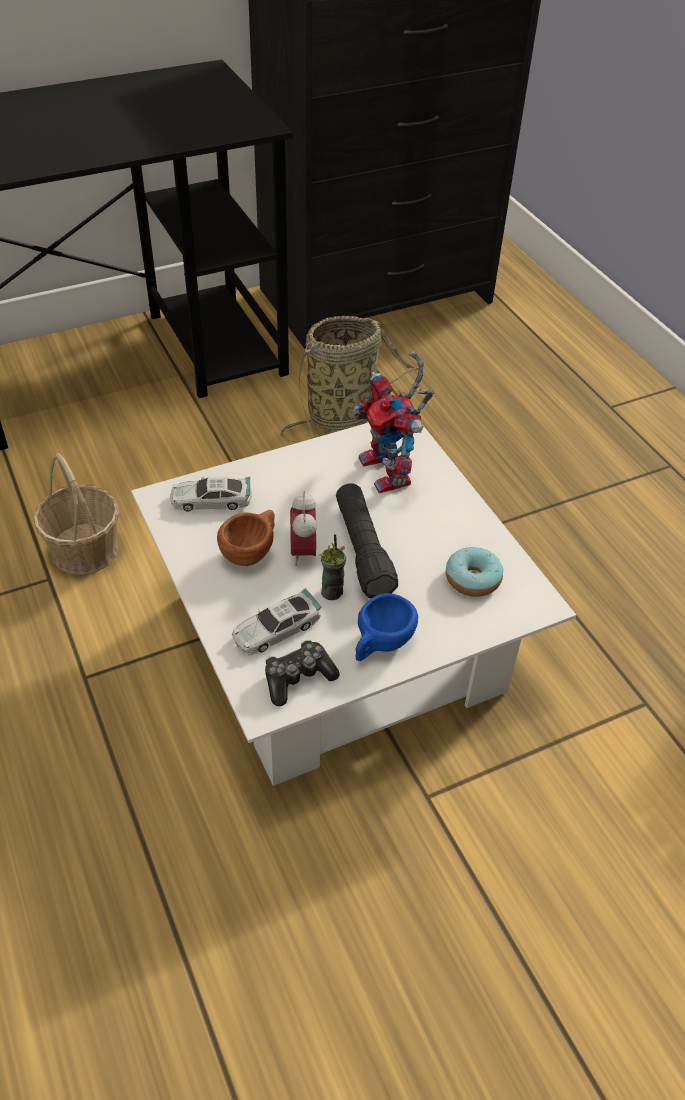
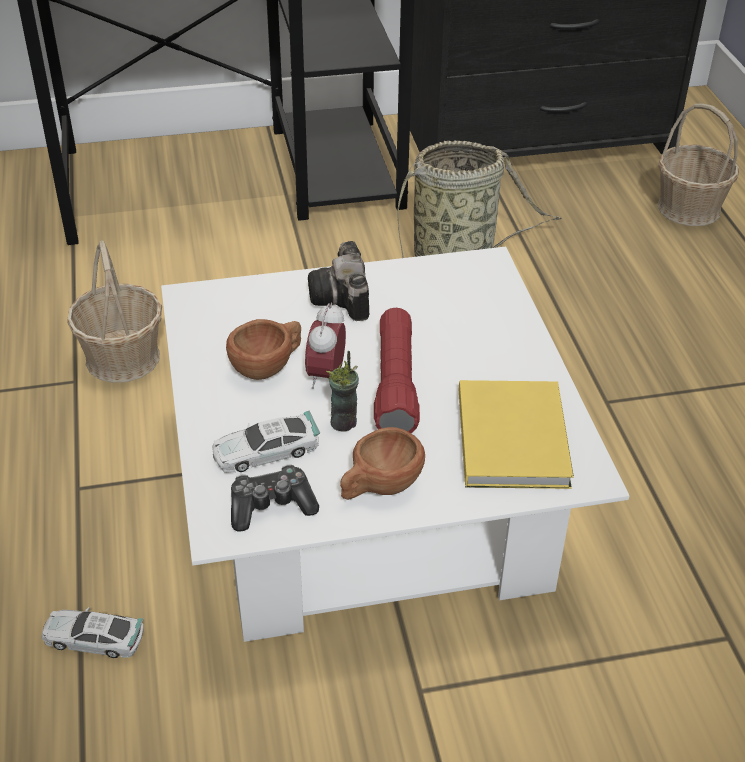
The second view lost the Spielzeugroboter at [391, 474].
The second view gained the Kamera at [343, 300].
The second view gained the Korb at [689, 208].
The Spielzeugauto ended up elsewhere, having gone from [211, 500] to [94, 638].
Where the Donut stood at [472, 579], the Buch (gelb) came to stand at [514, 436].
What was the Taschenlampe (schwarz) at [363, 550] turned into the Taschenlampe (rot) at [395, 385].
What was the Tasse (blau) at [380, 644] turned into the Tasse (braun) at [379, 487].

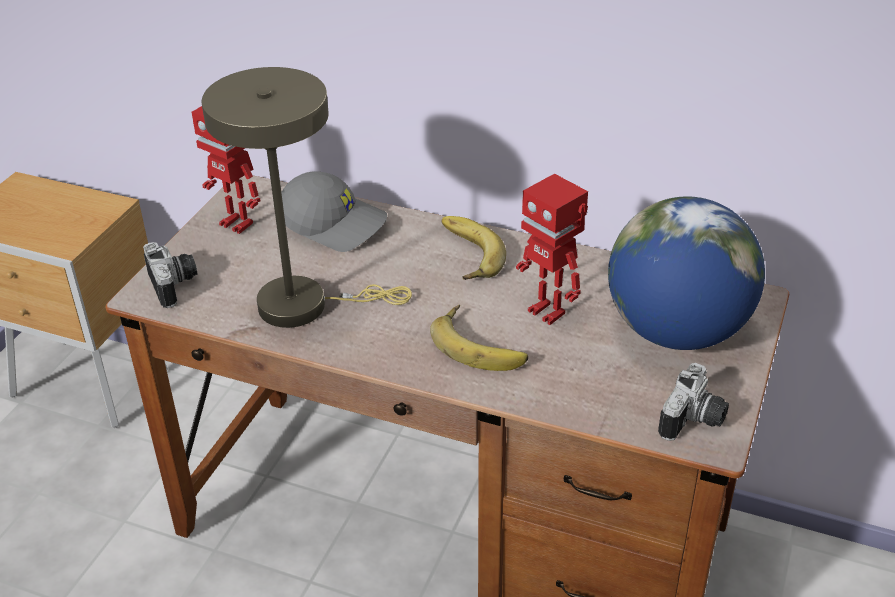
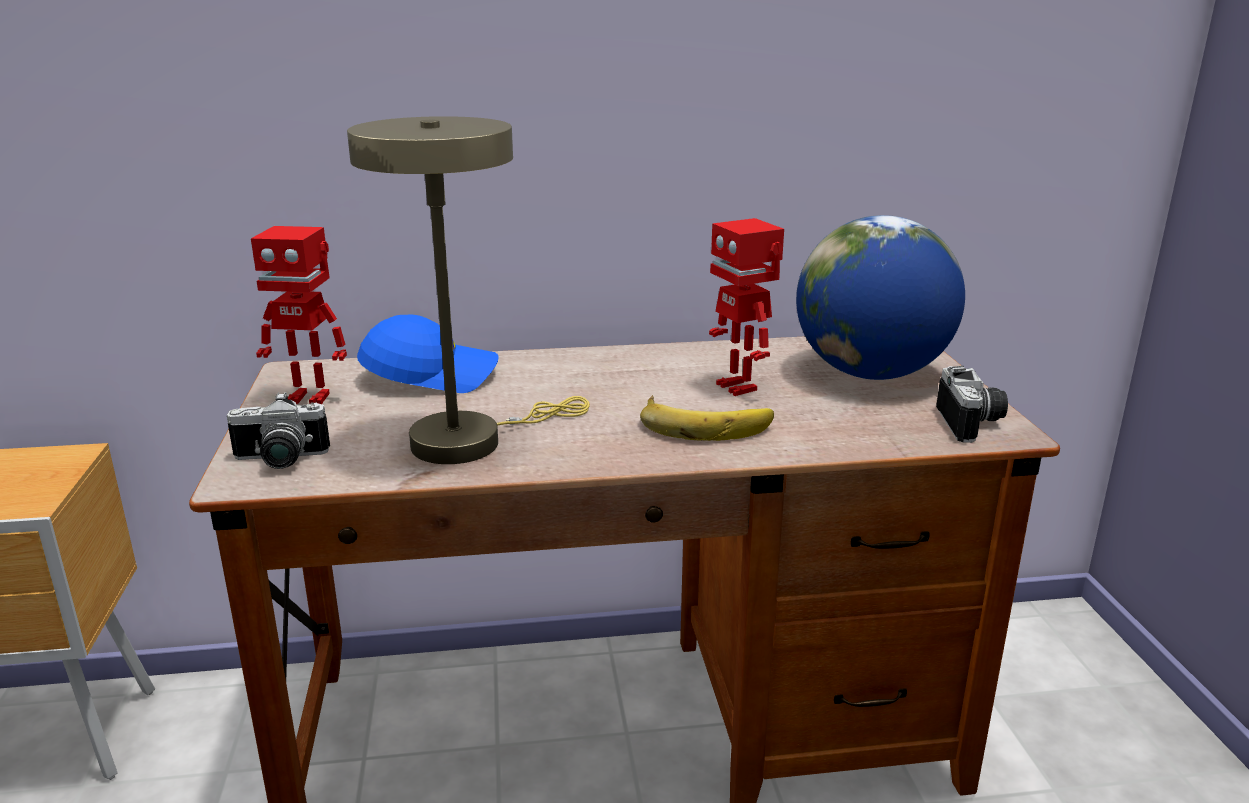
The second view lost the Banane at [465, 254].
What was the Kappe (grau) at [334, 223] turned into the Kappe (blau) at [431, 375].
The Kamera at [176, 285] ended up facing another way, 135 degrees clockwise from before.
The Spielzeugroboter at [548, 312] ended up facing another way, 45 degrees clockwise from before.

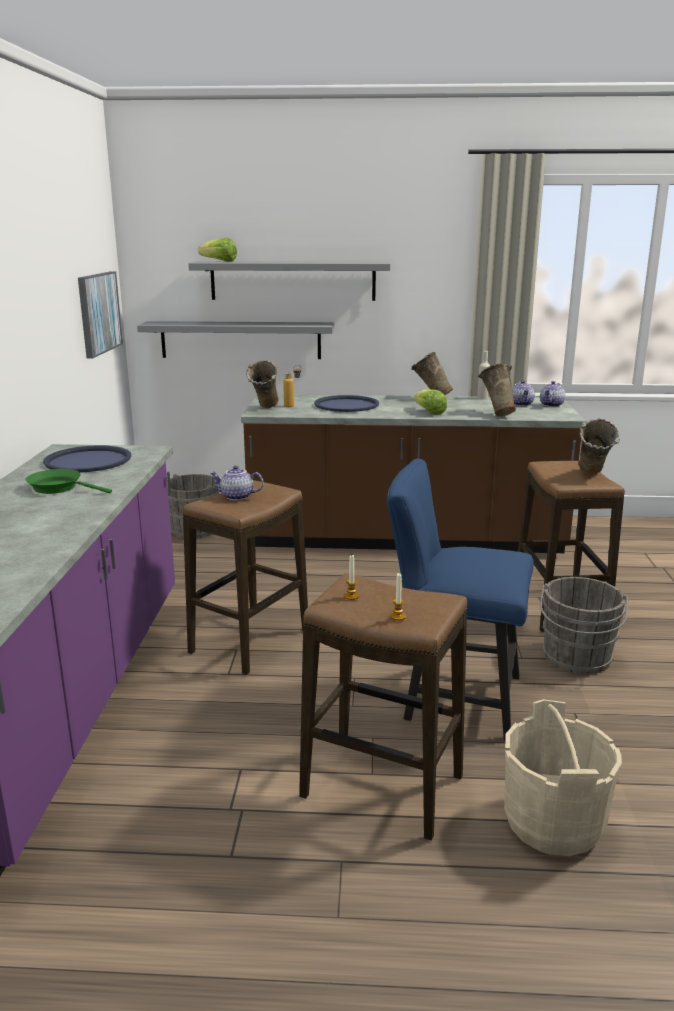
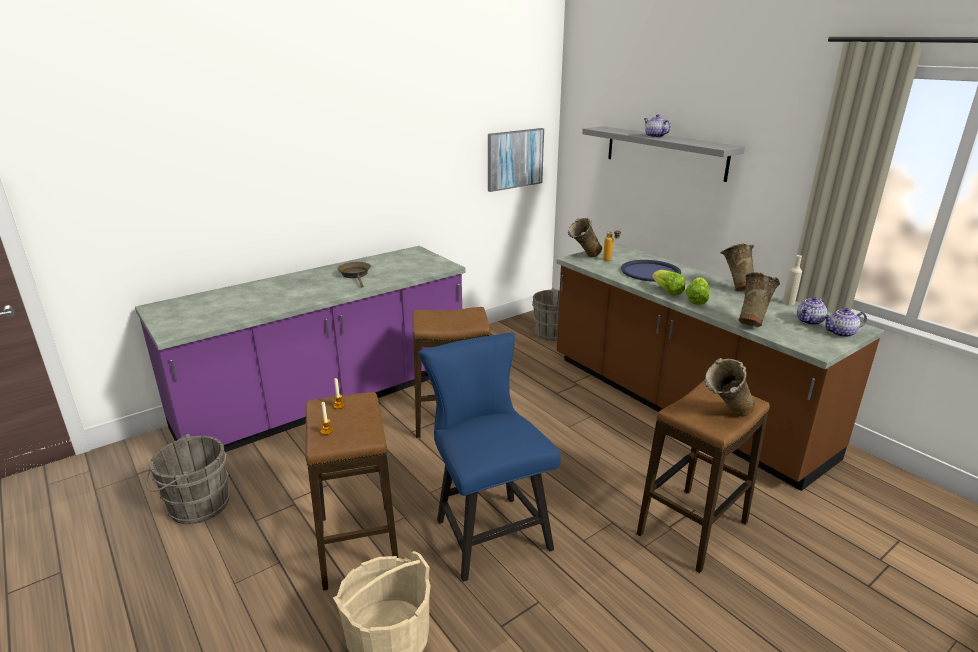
The second view lost the Tablett (blau) at [88, 460].
The second view lost the Wandregal (grau) at [240, 340].
The Salatkopf ended up elsewhere, having gone from [219, 261] to [667, 291].
The Teekanne ended up elsewhere, having gone from [236, 497] to [654, 136].
The Eimer (grau) ended up elsewhere, having gone from [576, 659] to [195, 506].
What was the Pfanne (grün) at [59, 488] turned into the Pfanne (braun) at [355, 275].

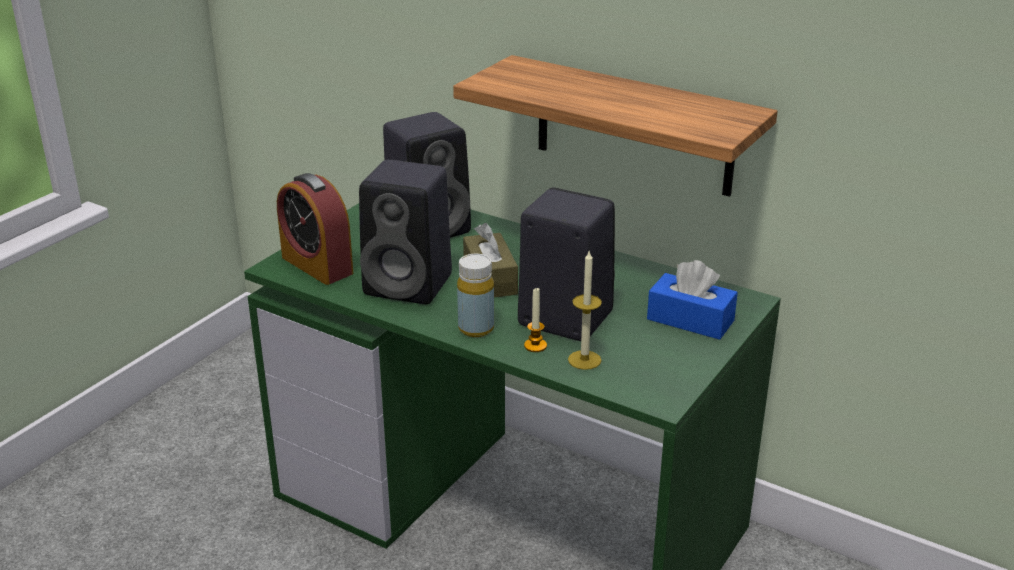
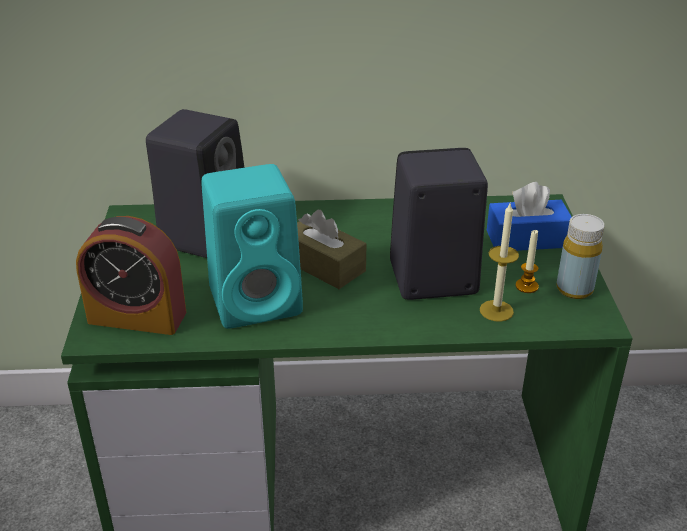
The second view lost the Wandregal at [634, 126].
The Flasche (gelb) ended up elsewhere, having gone from [476, 328] to [574, 289].
The Kerze ended up elsewhere, having gone from [535, 346] to [526, 286].
What was the Lautsprecher (schwarz) at [411, 285] turned into the Lautsprecher (türkis) at [258, 300].

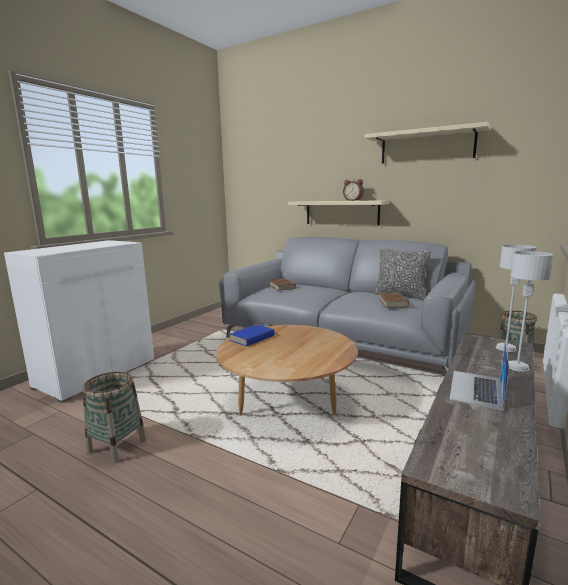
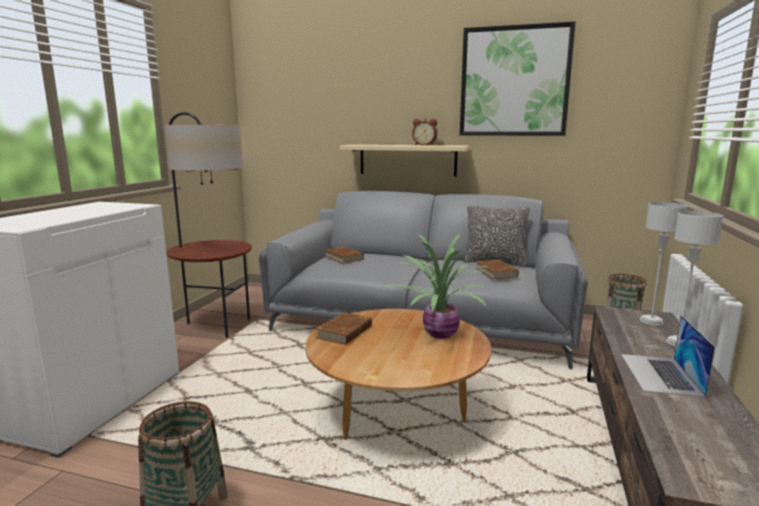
The second view gained the Stehlampe at [216, 326].
The second view gained the Topfpflanze at [438, 333].
Where the Wandregal (beige) hung at [426, 146], the Bild came to hang at [514, 82].
What was the Buch (blau) at [252, 338] turned into the Buch (braun) at [345, 332].

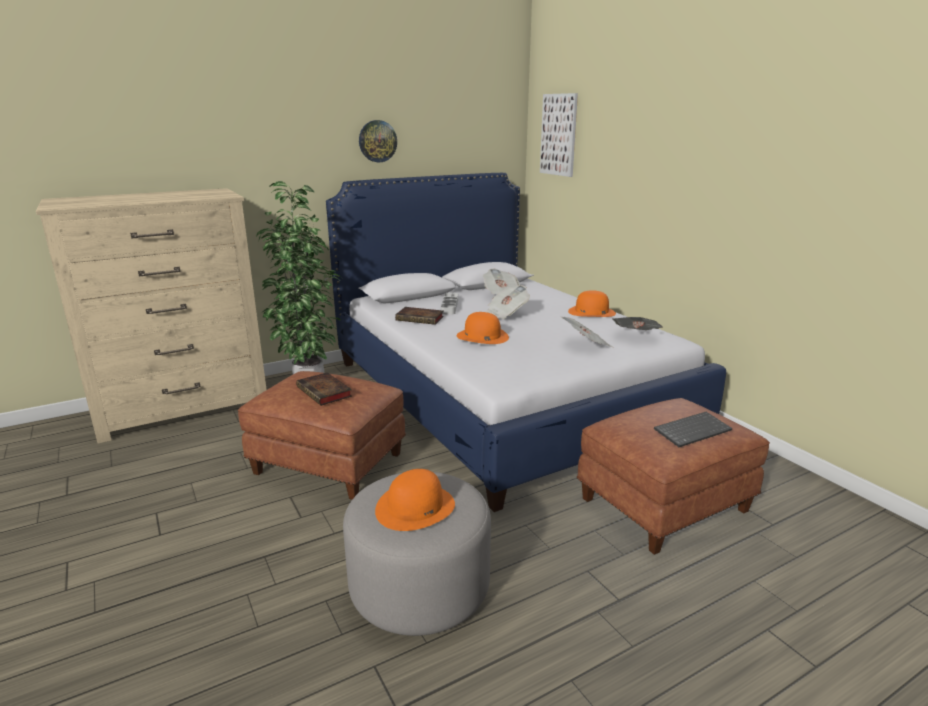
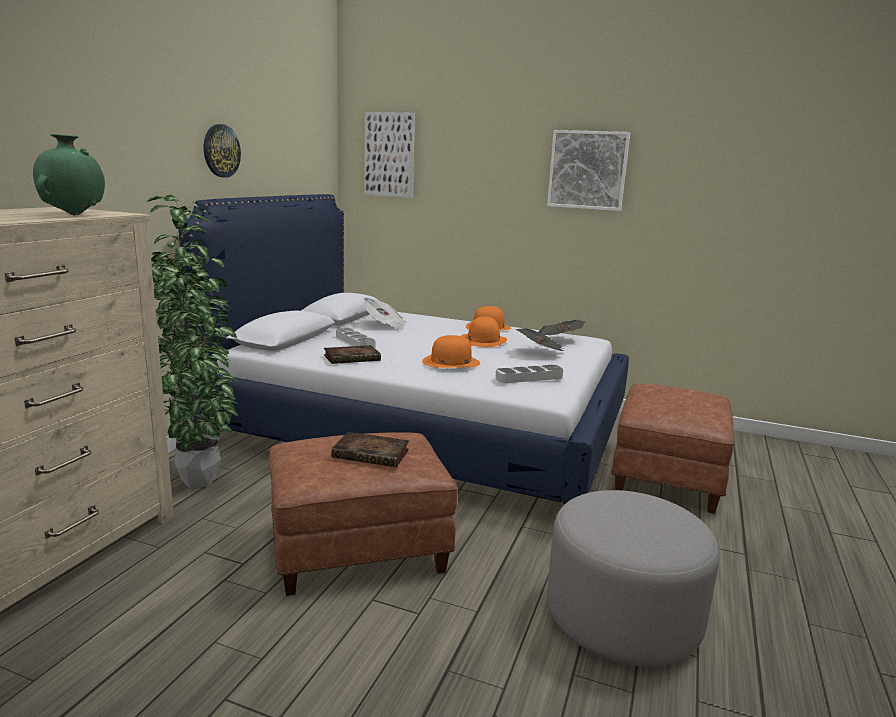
The second view lost the Zeitung at [505, 314].
The second view lost the Tastatur at [692, 430].
The second view gained the Vase (grün) at [74, 215].
The second view gained the Tablett (grau) at [529, 378].
The second view gained the Bild at [587, 170].
The Hut (orange) ended up elsewhere, having gone from [415, 507] to [483, 340].

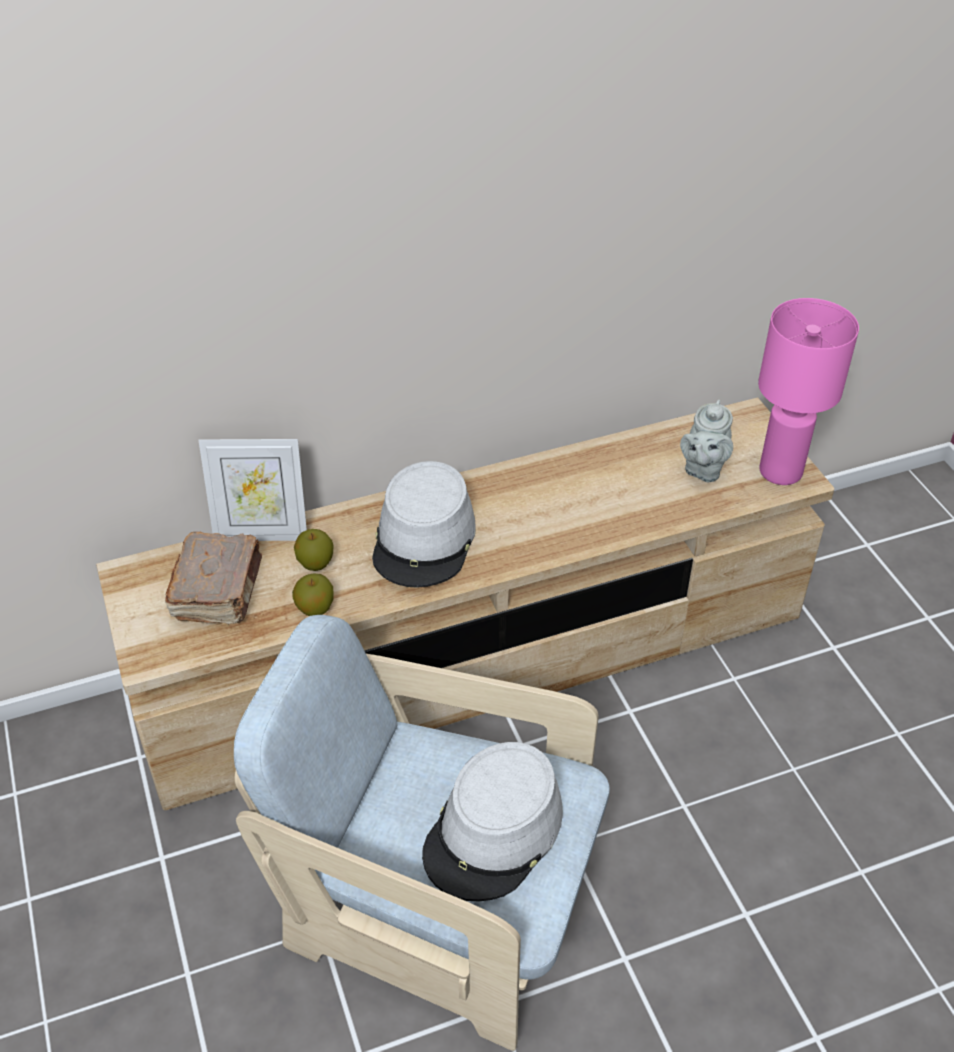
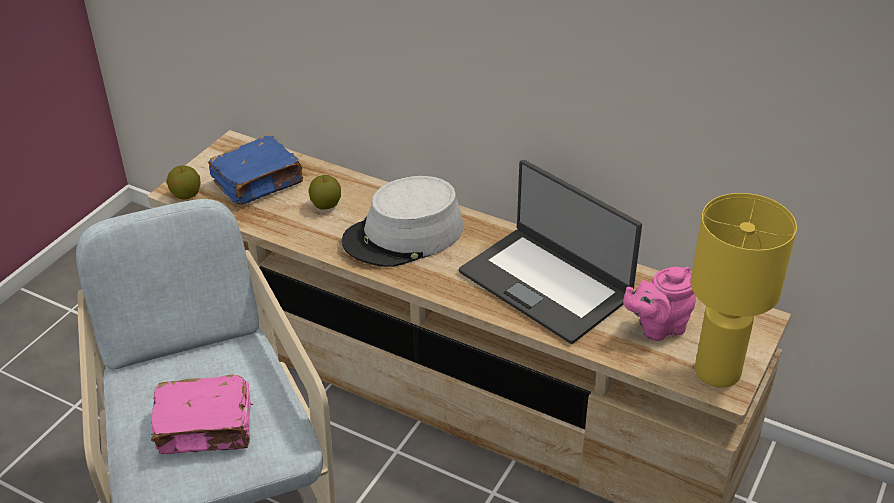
The second view lost the Bilderrahmen at [261, 533].
The second view gained the Laptop at [546, 284].
The Apfel ended up elsewhere, having gone from [315, 608] to [186, 195].
Where the Hut (grau) stood at [494, 832], the Buch (rosa) came to stand at [206, 428].
What was the Buch (braun) at [219, 590] turned into the Buch (blau) at [259, 183].
What was the Teekanne (grau) at [703, 469] turned into the Teekanne (rosa) at [658, 327].
What was the Tischlampe (rosa) at [780, 472] turned into the Tischlampe (gelb) at [716, 372].

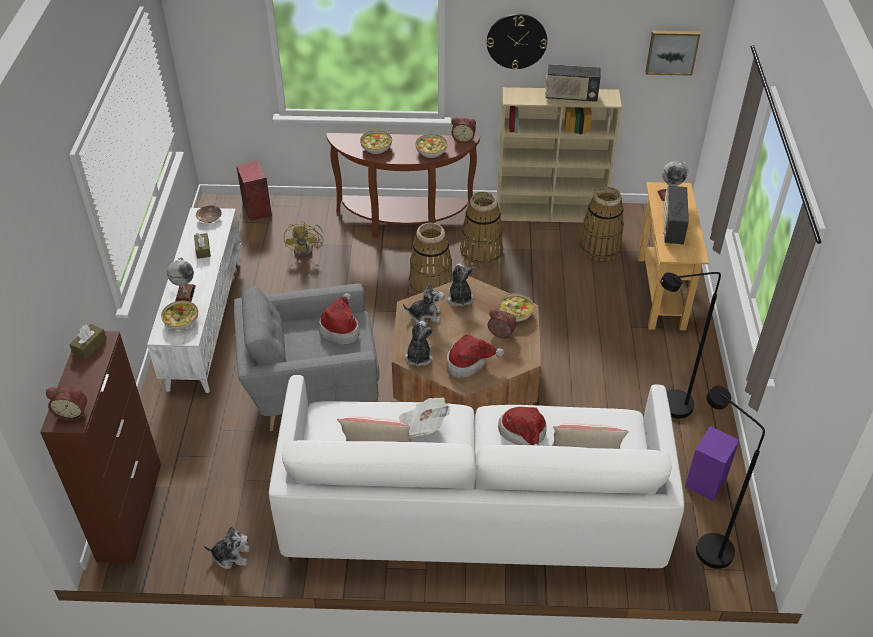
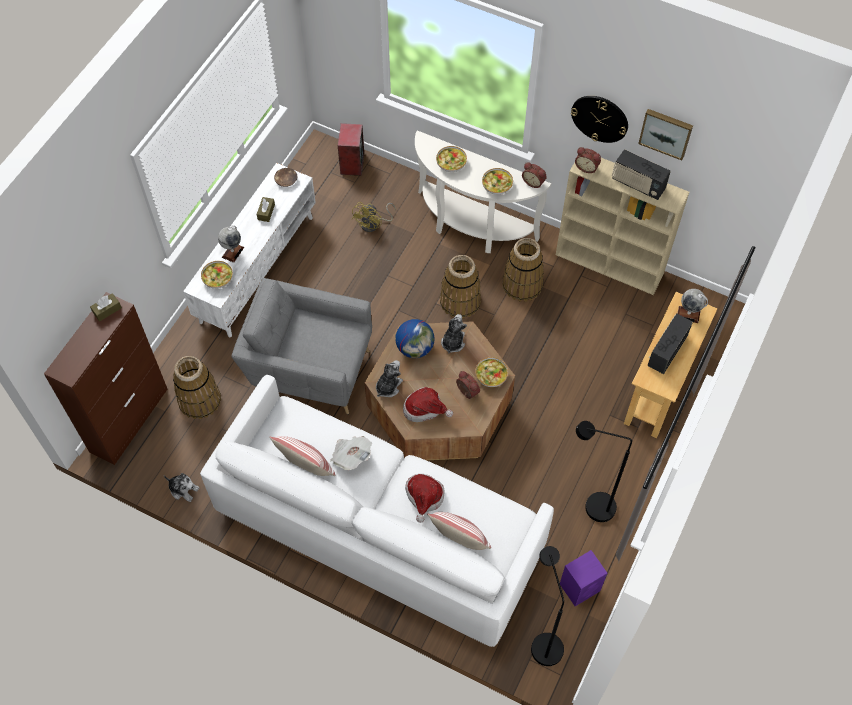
The second view lost the Hut at [340, 328].
The Wecker ended up elsewhere, having gone from [72, 412] to [587, 167].
The Korb ended up elsewhere, having gone from [600, 247] to [199, 400].
The Bild ended up elsewhere, having gone from [672, 51] to [666, 132].
Where the Plüschtier stood at [425, 315], the Globus came to stand at [415, 348].
What was the Konsolentisch (braun) at [404, 223] turned into the Konsolentisch (weiß) at [471, 227].

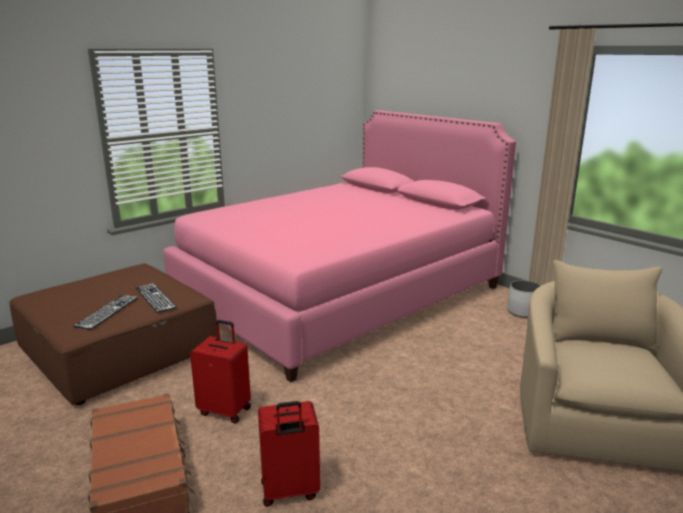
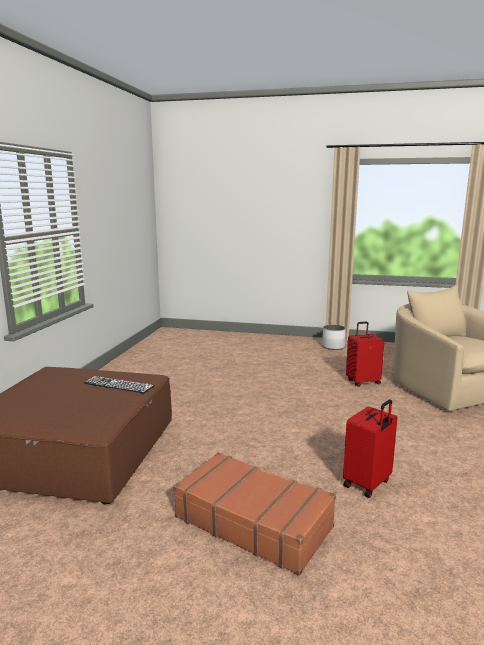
The second view lost the Tastatur at [107, 311].
The second view lost the Bett (rosa) at [339, 294].
The Koffer (rot) ended up elsewhere, having gone from [225, 410] to [362, 382].

